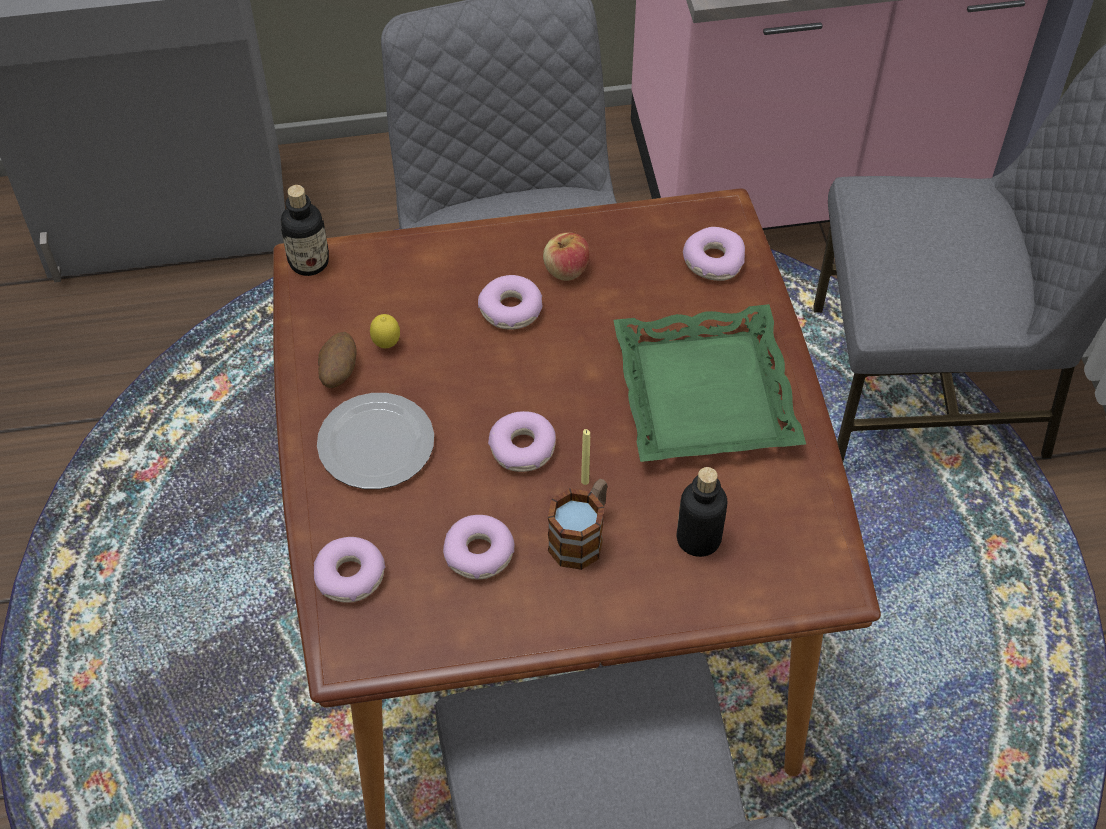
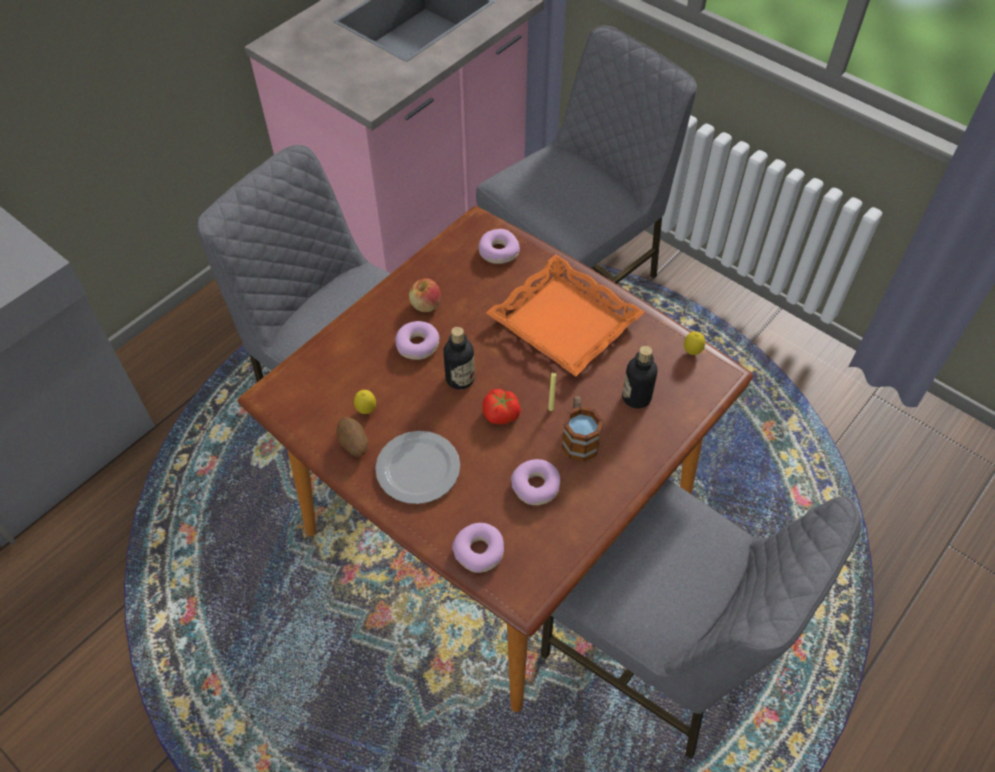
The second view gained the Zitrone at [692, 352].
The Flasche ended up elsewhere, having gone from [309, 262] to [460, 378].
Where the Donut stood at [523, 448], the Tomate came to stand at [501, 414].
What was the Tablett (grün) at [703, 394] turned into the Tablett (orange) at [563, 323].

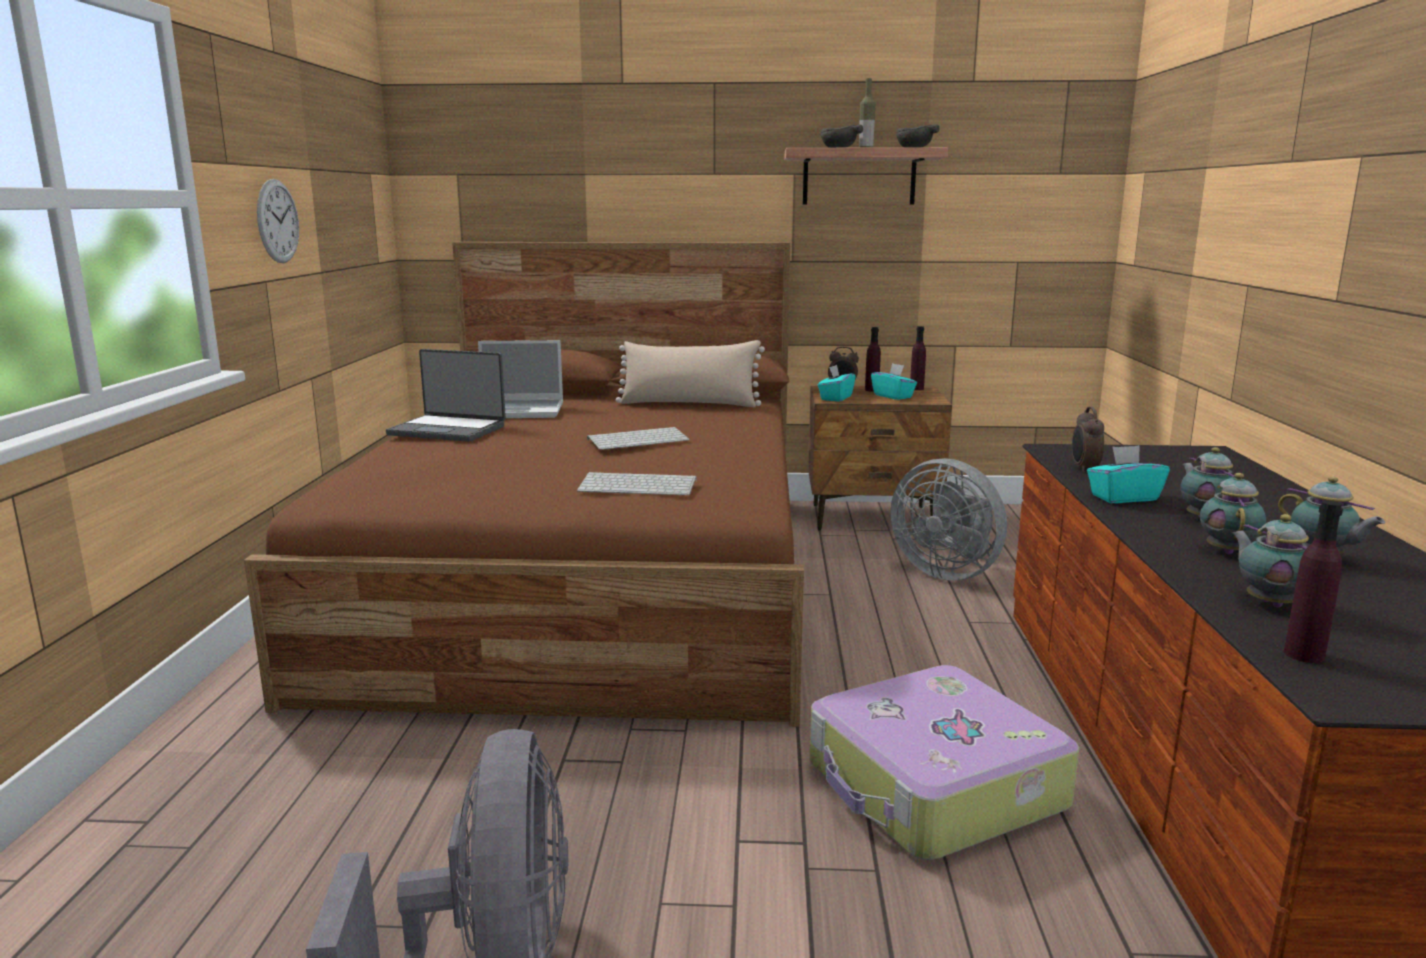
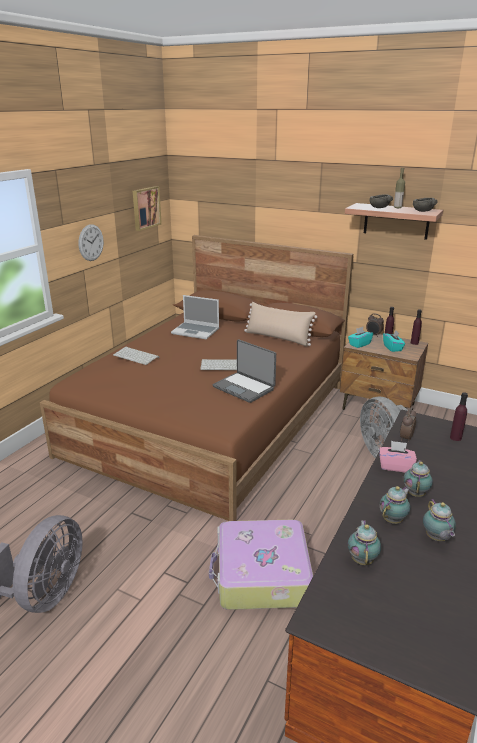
The second view gained the Bild at [145, 208].
The Laptop ended up elsewhere, having gone from [448, 430] to [244, 388].
The Tastatur ended up elsewhere, having gone from [639, 485] to [137, 356].
The Flasche (lila) ended up elsewhere, having gone from [1304, 655] to [455, 437].
What was the Taschentuchbox (türkis) at [1123, 497] turned into the Taschentuchbox (rosa) at [395, 466].

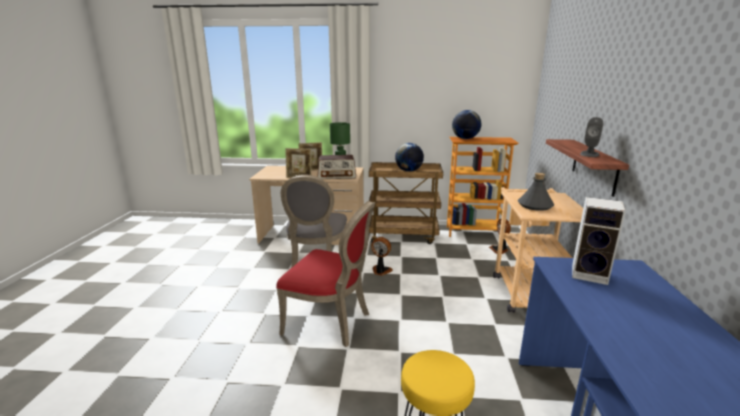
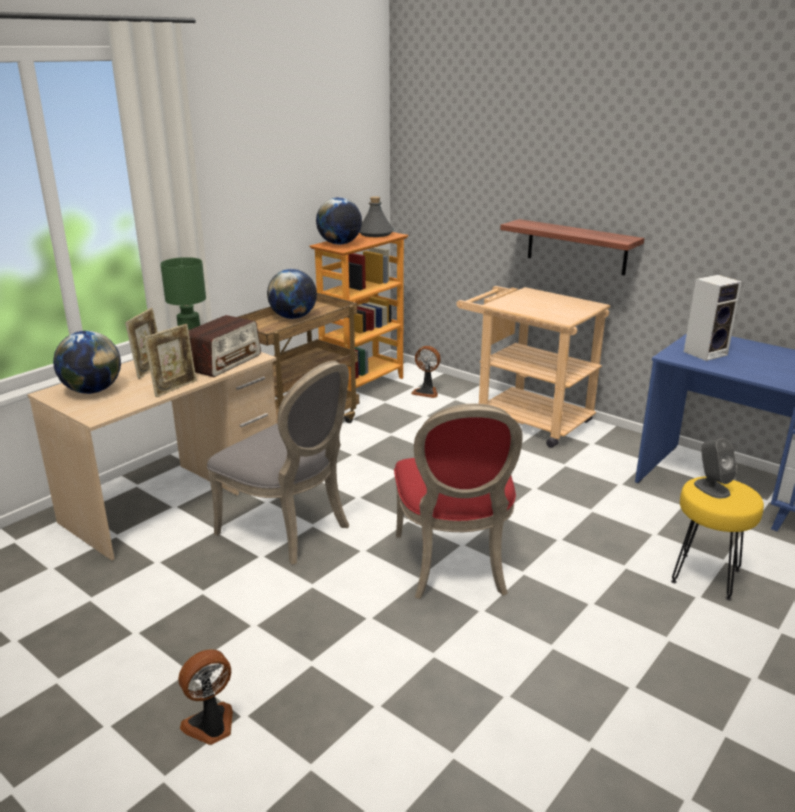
The second view gained the Globus at [92, 390].
The Ventilator ended up elsewhere, having gone from [381, 271] to [211, 726].
The Flasche (grau) ended up elsewhere, having gone from [535, 206] to [375, 233].
The Lautsprecher (grau) ended up elsewhere, having gone from [589, 154] to [711, 488].
The Stuhl (rot) at [331, 322] ended up facing another way, 120 degrees clockwise from before.

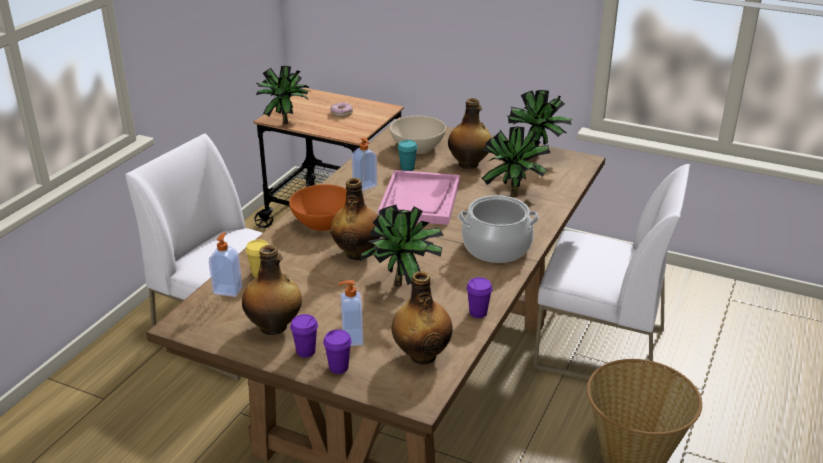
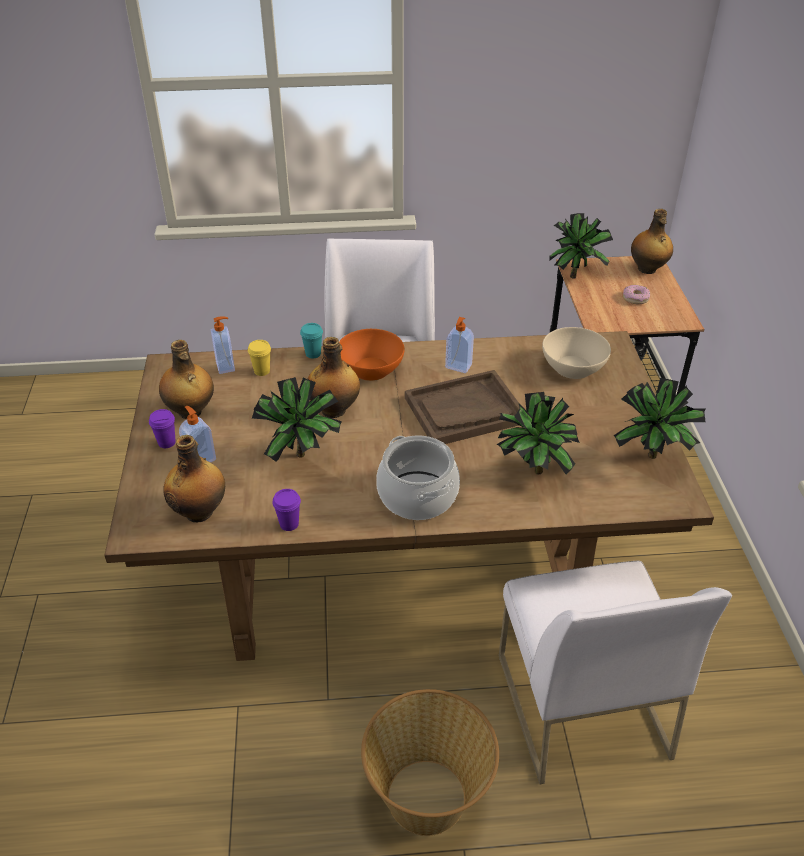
The second view lost the Tasse (lila) at [338, 367].
The Tasse (türkis) ended up elsewhere, having gone from [407, 168] to [313, 354].
The Flasche ended up elsewhere, having gone from [469, 164] to [647, 269].
What was the Tablett (rosa) at [420, 200] turned into the Tablett (braun) at [464, 410].

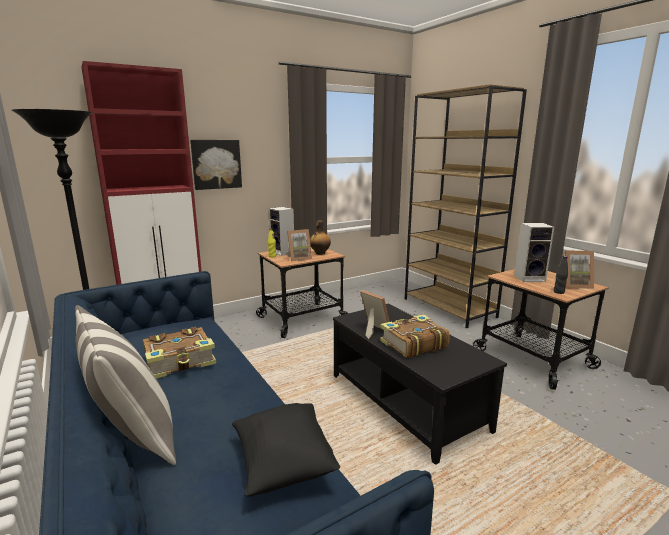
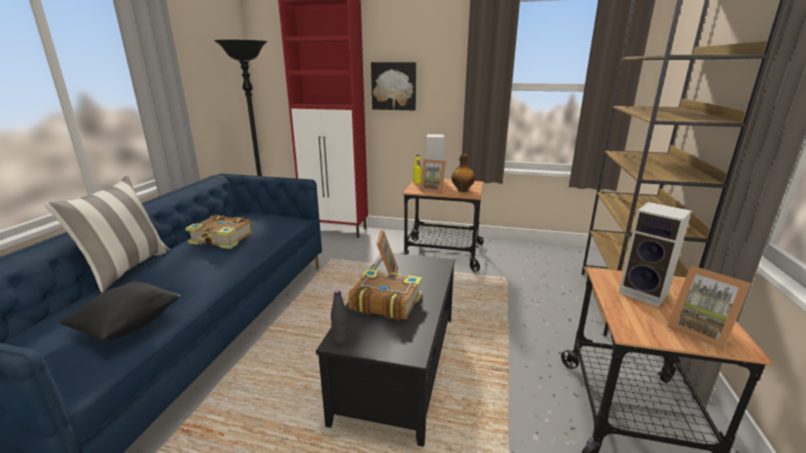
The Flasche (schwarz) ended up elsewhere, having gone from [559, 292] to [340, 339].

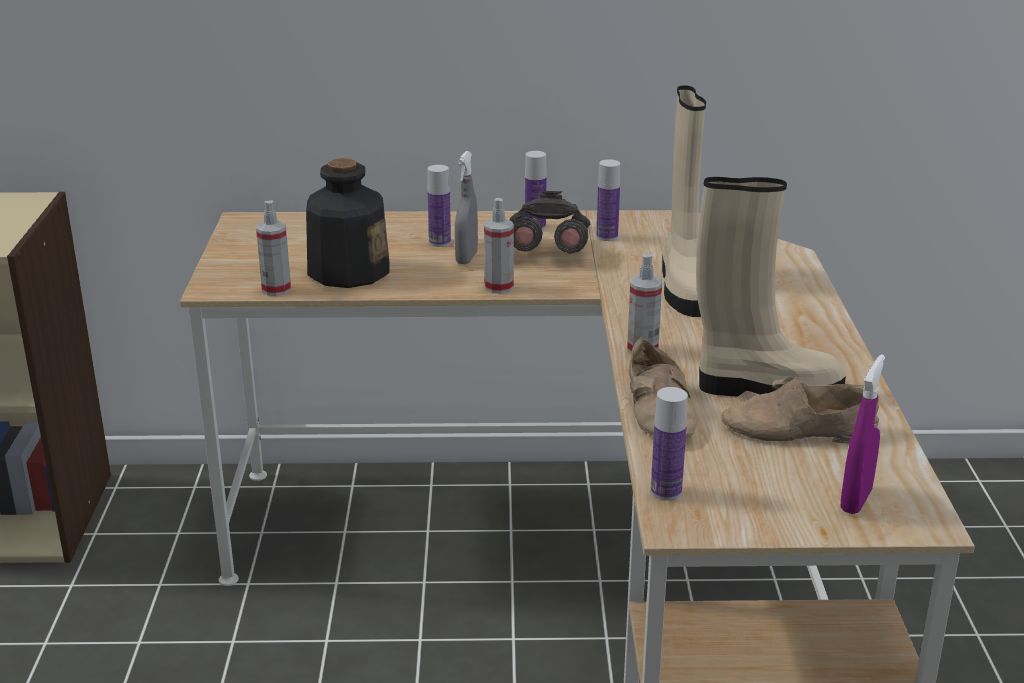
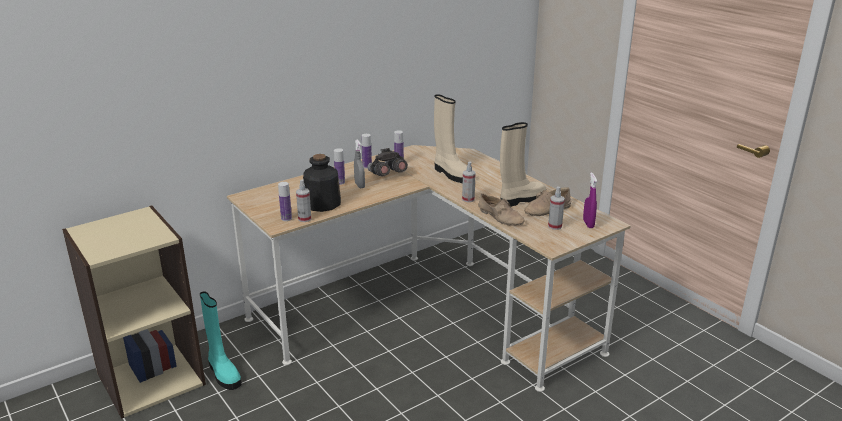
The second view gained the Stiefel (türkis) at [223, 373].
The Sprühflasche ended up elsewhere, having gone from [499, 287] to [555, 226].
The Flasche ended up elsewhere, having gone from [666, 491] to [286, 218].

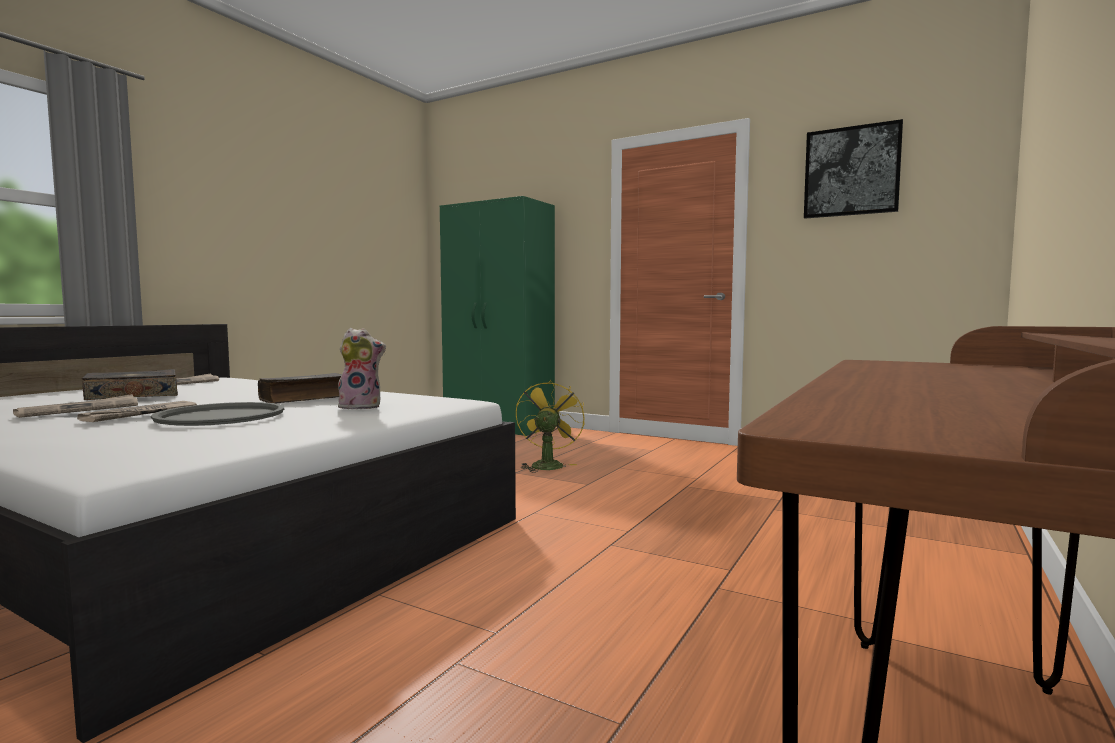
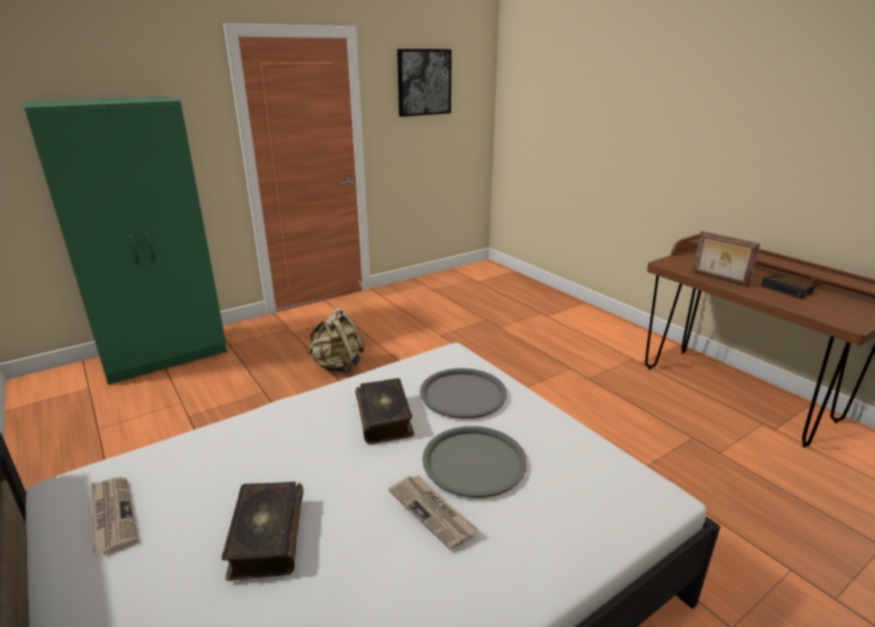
The second view lost the Zeitung at [80, 409].
The second view gained the Bilderrahmen at [719, 279].
The second view gained the Wecker at [787, 290].
Where the Plüschtier stood at [361, 406], the Tablett (grau) came to stand at [463, 394].
Where the Ventilator (gelb) stood at [547, 465], the Rucksack (beige) came to stand at [338, 366].

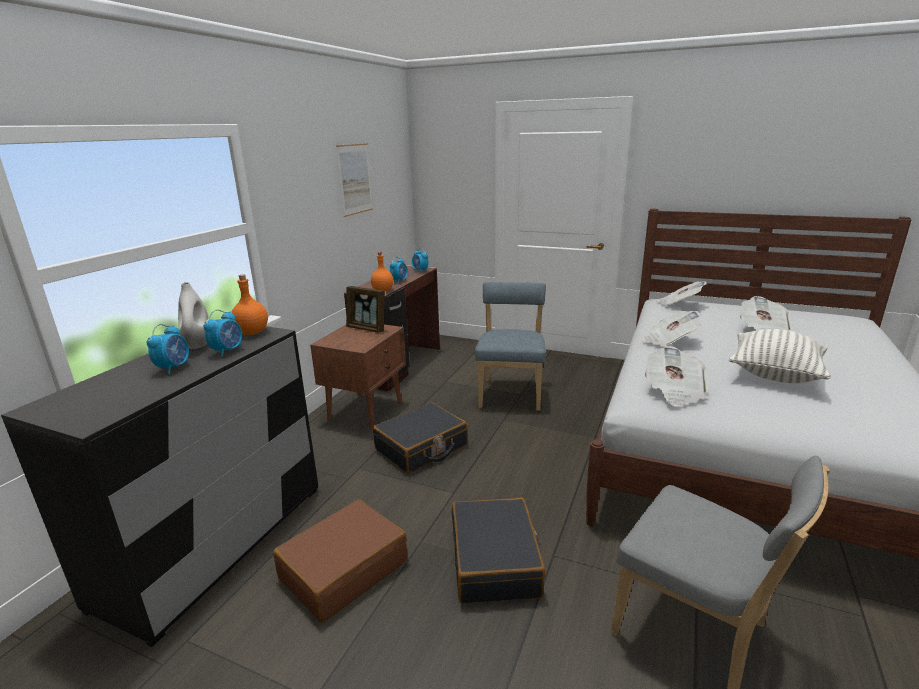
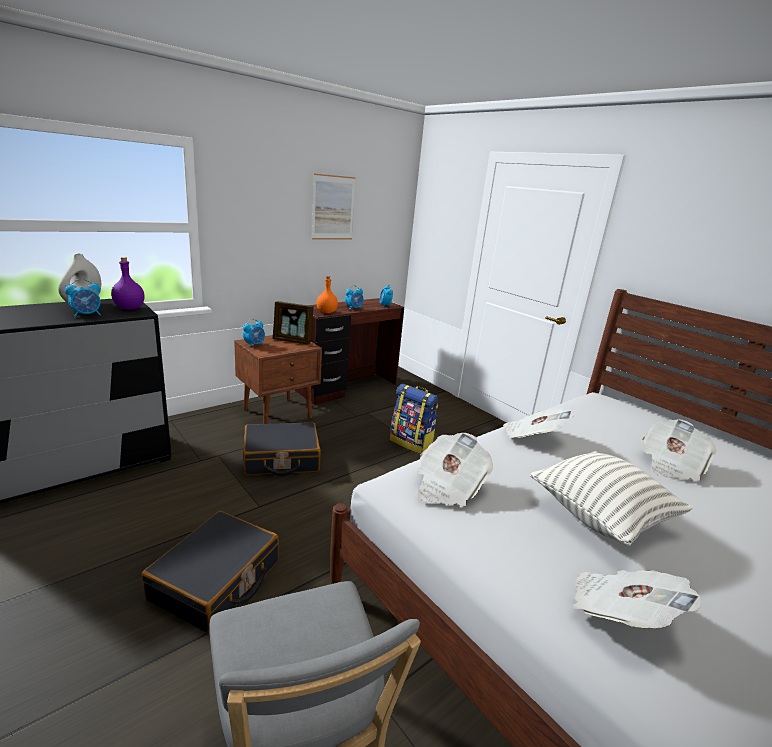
The second view lost the Koffer (braun) at [343, 569].
The Wecker ended up elsewhere, having gone from [174, 367] to [254, 345].
The Zeitung ended up elsewhere, having gone from [678, 304] to [620, 613].
Where the Stuhl (blau) stood at [511, 393], the Rucksack came to stand at [412, 443].
What was the Flasche (orange) at [252, 332] turned into the Flasche (lila) at [130, 308].
The Bilderrahmen at [367, 328] ended up facing another way, 45 degrees counterclockwise from before.

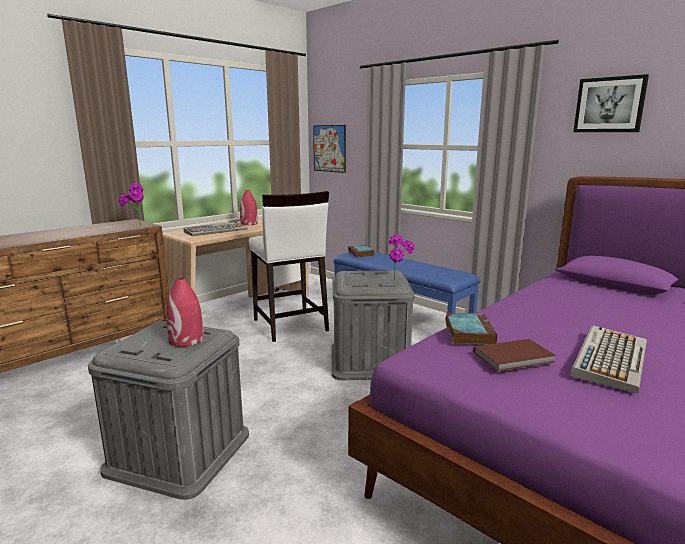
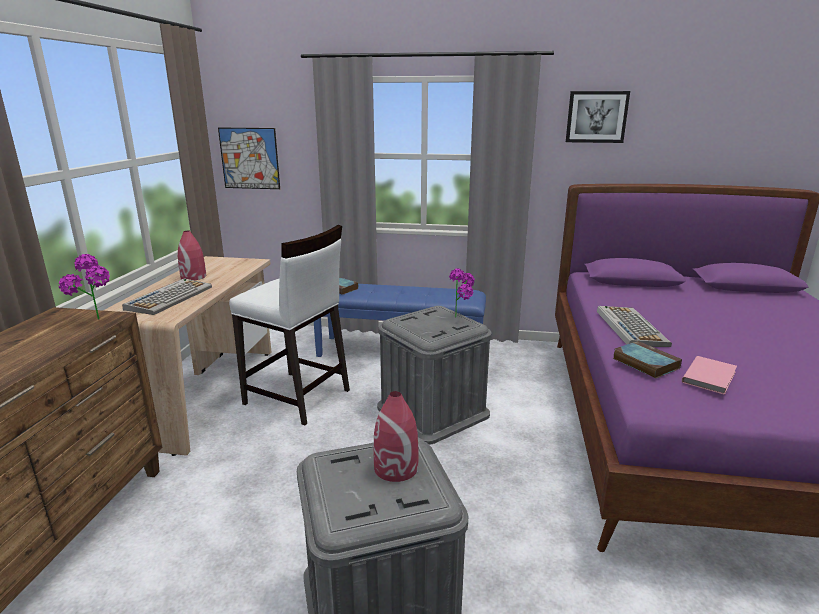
The Tastatur ended up elsewhere, having gone from [609, 358] to [630, 327].
What was the Buch (braun) at [515, 358] turned into the Buch (rosa) at [710, 377].

